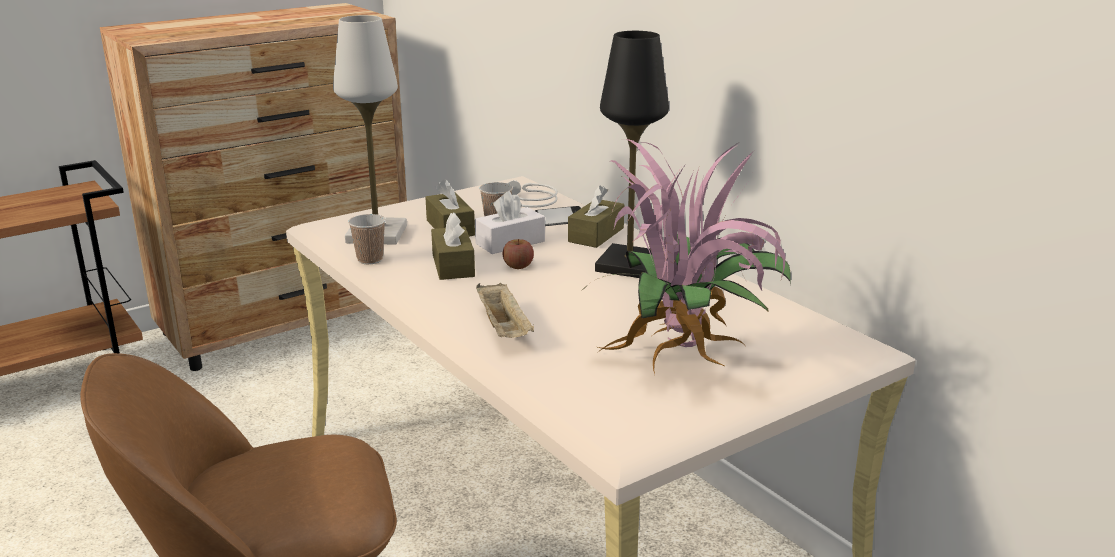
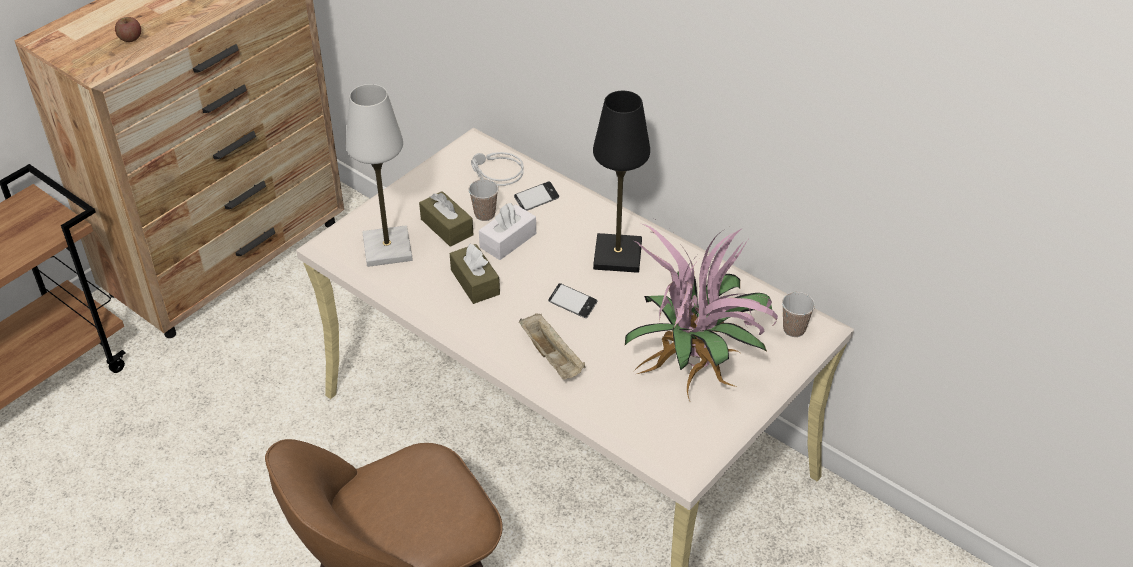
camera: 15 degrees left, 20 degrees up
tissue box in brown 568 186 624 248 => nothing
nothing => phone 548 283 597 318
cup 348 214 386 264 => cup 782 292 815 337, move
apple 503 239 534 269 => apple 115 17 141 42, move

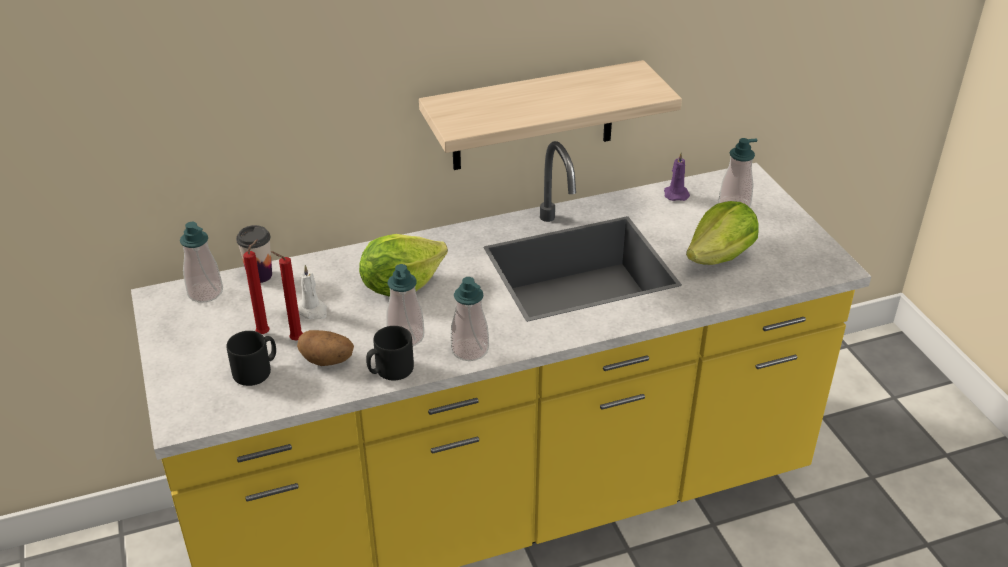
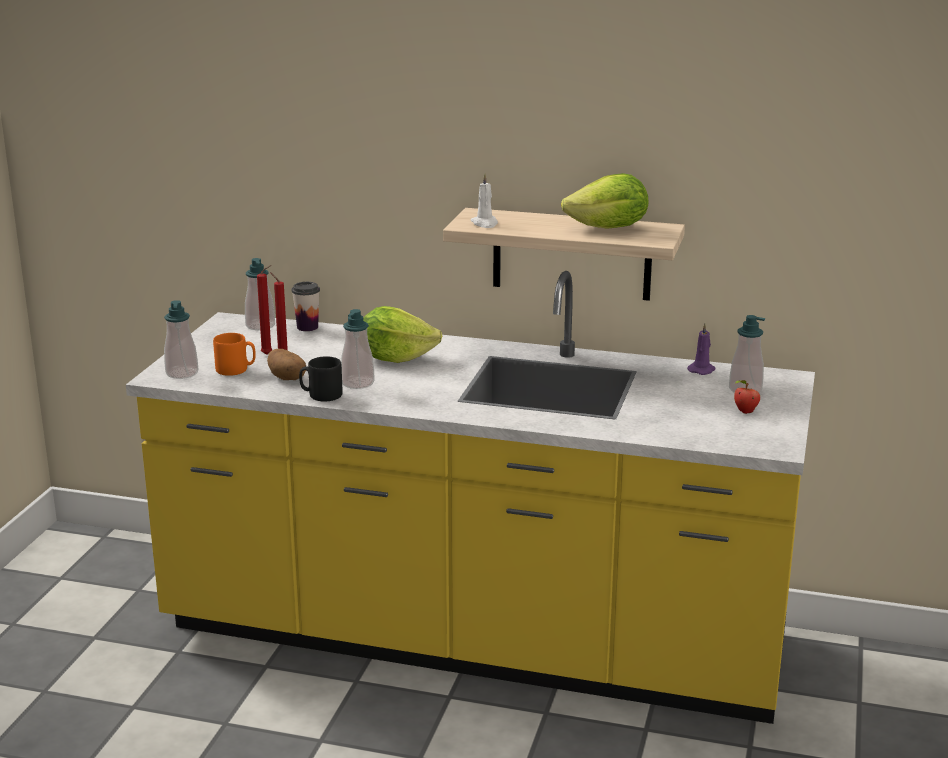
camera: 35 degrees right, 15 degrees down
nothing => apple 734 380 760 414
candle in white 297 265 327 319 => candle in white 470 173 498 228, move
soap dispenser 451 277 489 361 => soap dispenser 164 300 198 379, move
lettuce 686 201 759 265 => lettuce 561 173 648 229, move
mug in black 226 331 276 386 => mug in orange 213 333 256 376

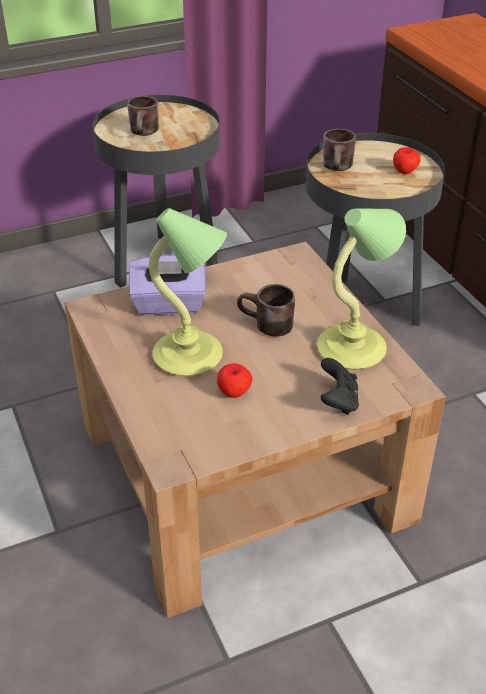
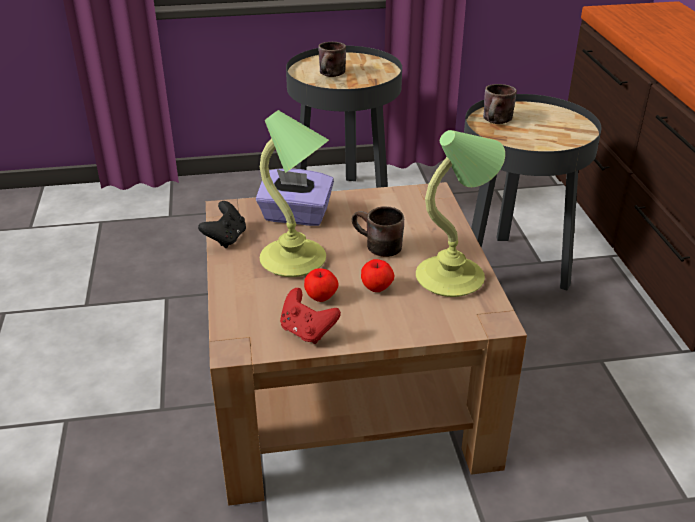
camera: 15 degrees right, 5 degrees down
nothing => game controller in red 280 288 341 344
game controller in black 321 358 359 415 => game controller in black 198 201 246 248, move
apple 393 147 421 174 => apple 361 259 394 292, move

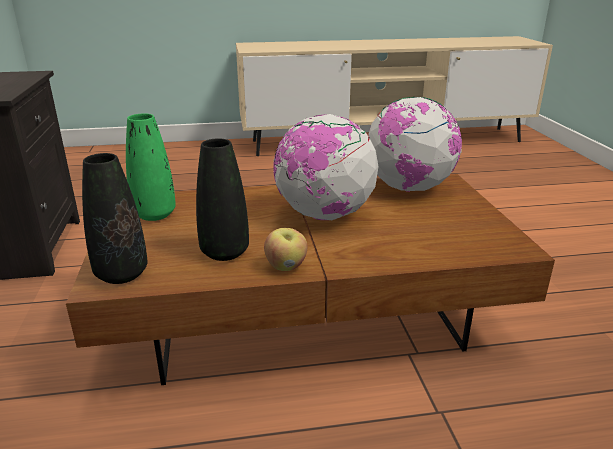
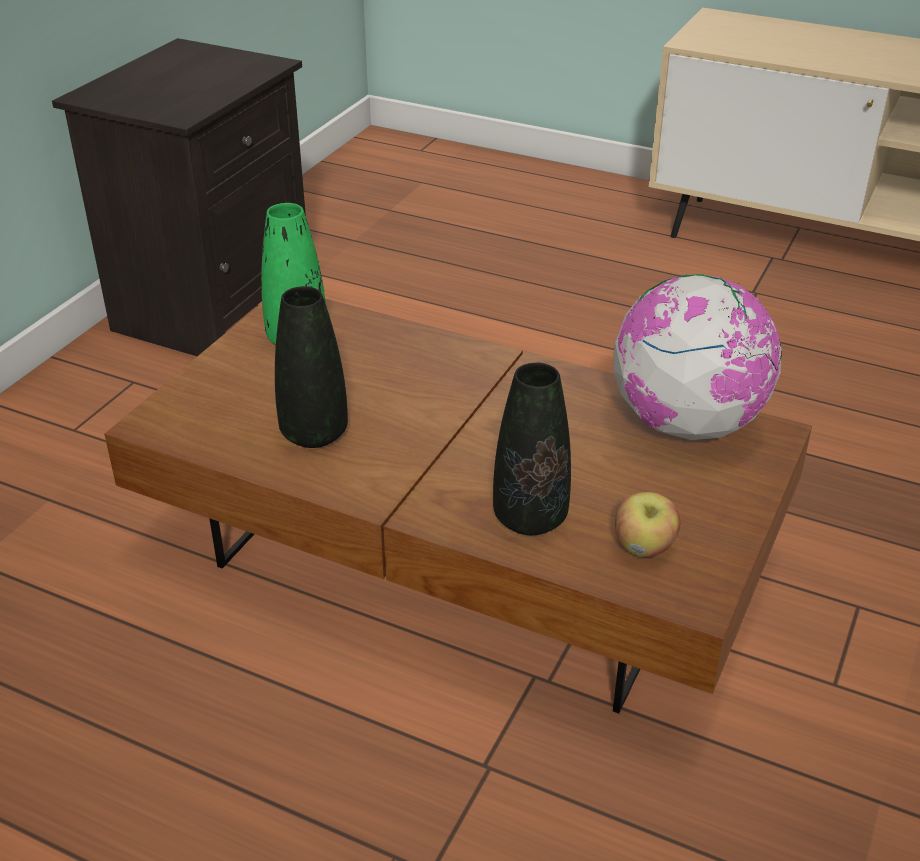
camera: 35 degrees right, 10 degrees up
globe 273 114 379 220 => nothing
vase in black 82 153 148 284 => vase in black 493 363 571 535, move
apple 264 228 307 271 => apple 615 492 680 558, move

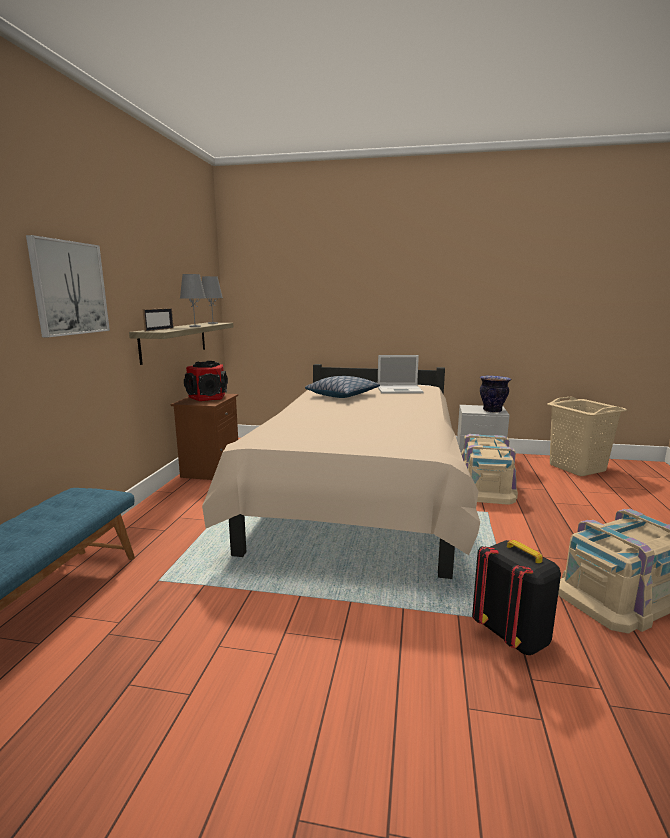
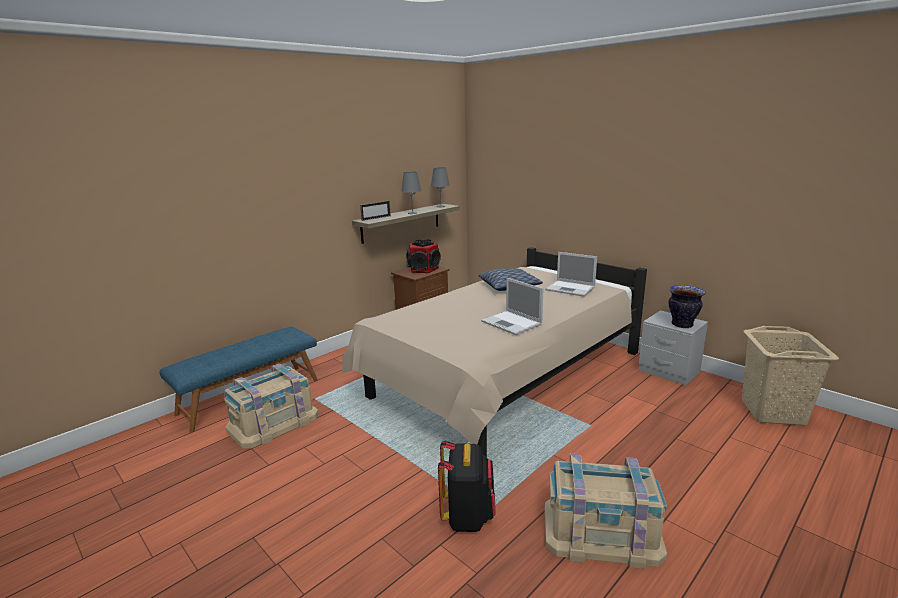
camera: 35 degrees right, 5 degrees up
picture 26 235 110 337 => nothing
nothing => laptop 481 278 543 335
storage box in beige 461 434 518 505 => storage box in beige 224 364 318 448, move

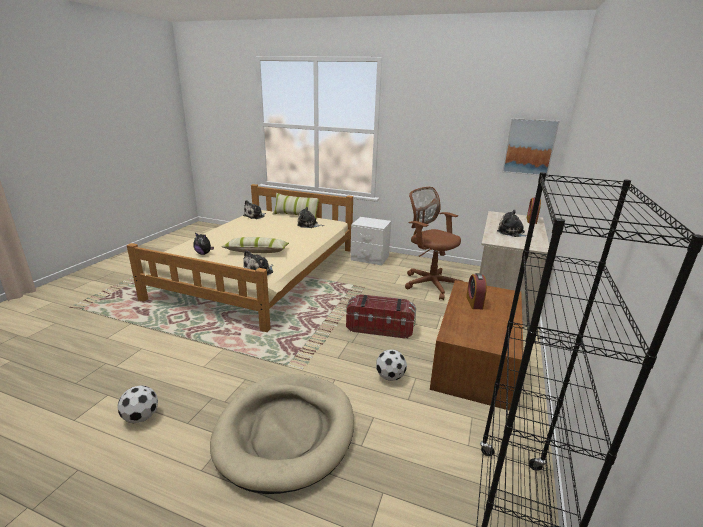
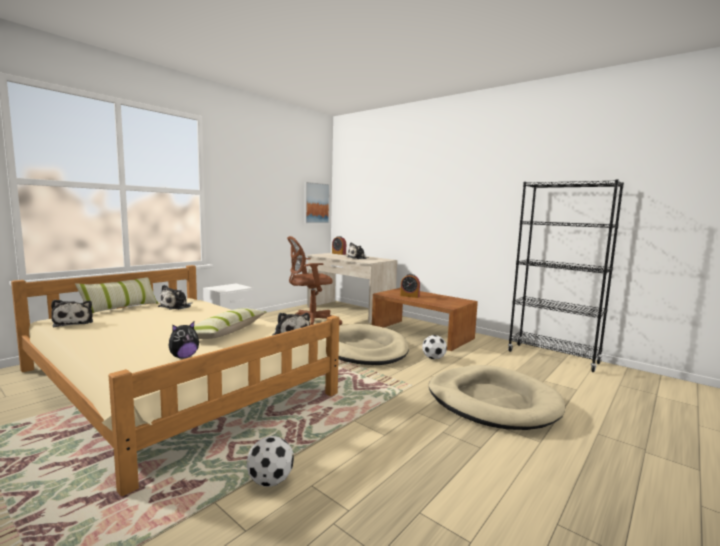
camera: 70 degrees left, 15 degrees down
football 117 385 158 423 => football 247 436 294 487, move
storage box 346 294 416 339 => dog bed in beige 322 324 409 365

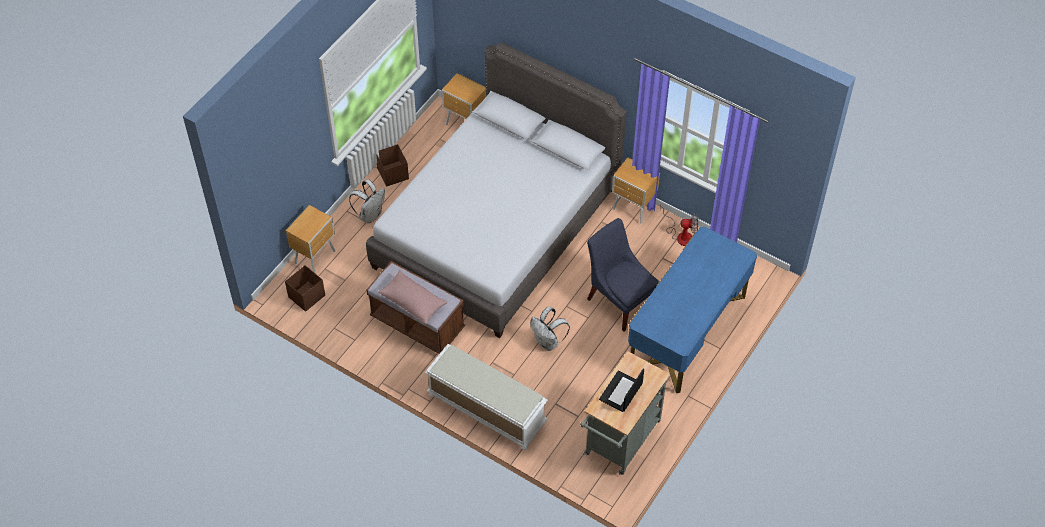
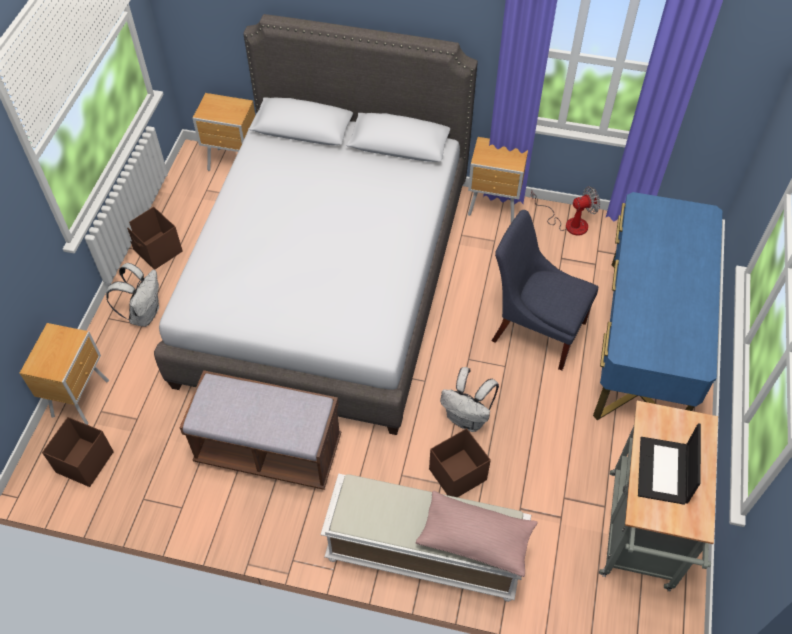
camera: 20 degrees left, 0 degrees up
nothing => storage box in brown 429 428 491 497
pillow in pink 378 270 447 325 => pillow in pink 416 491 538 577, move

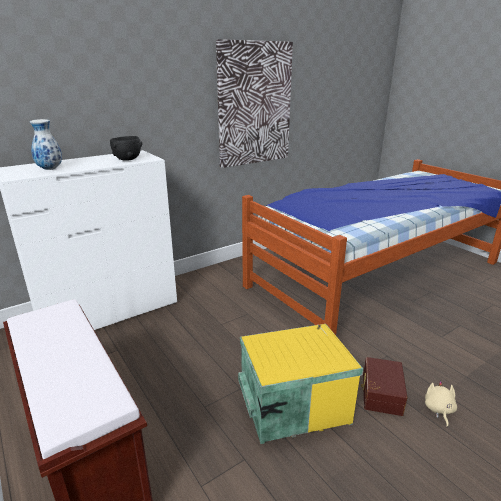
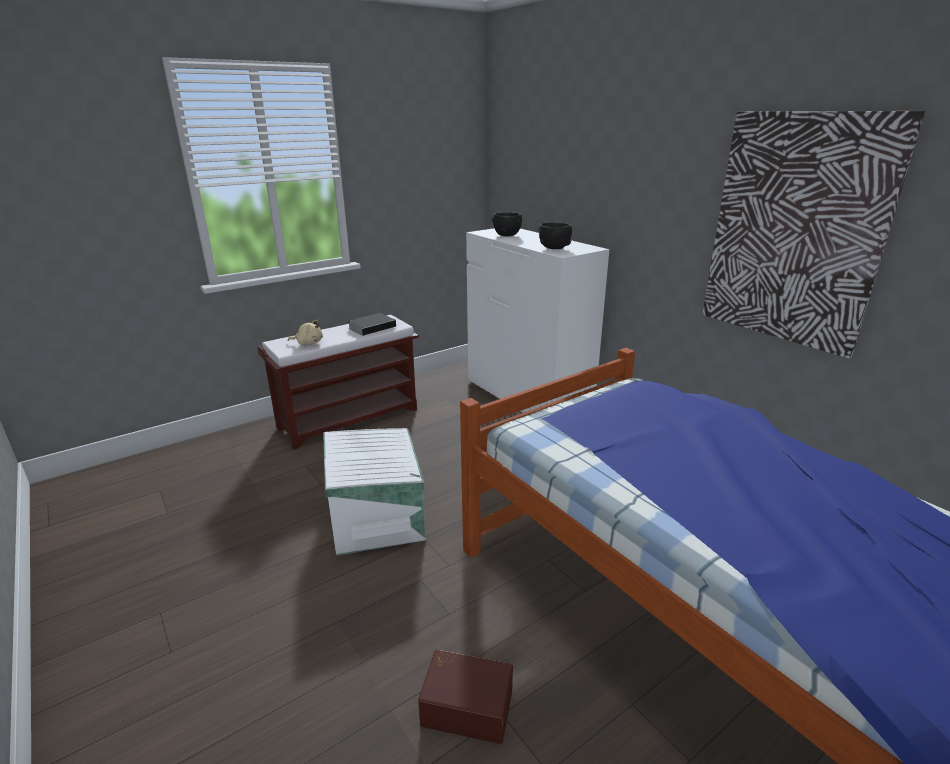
camera: 90 degrees right, 0 degrees up
nothing => book 348 313 398 336
storage box in brown 361 357 407 416 => storage box in brown 418 649 513 744, move
plush toy in beige 425 381 457 428 => plush toy in beige 288 320 323 345, move
vase 30 119 62 170 => bowl in black 492 213 522 236
storage box in yellow 238 324 363 444 => storage box in white 323 428 426 556

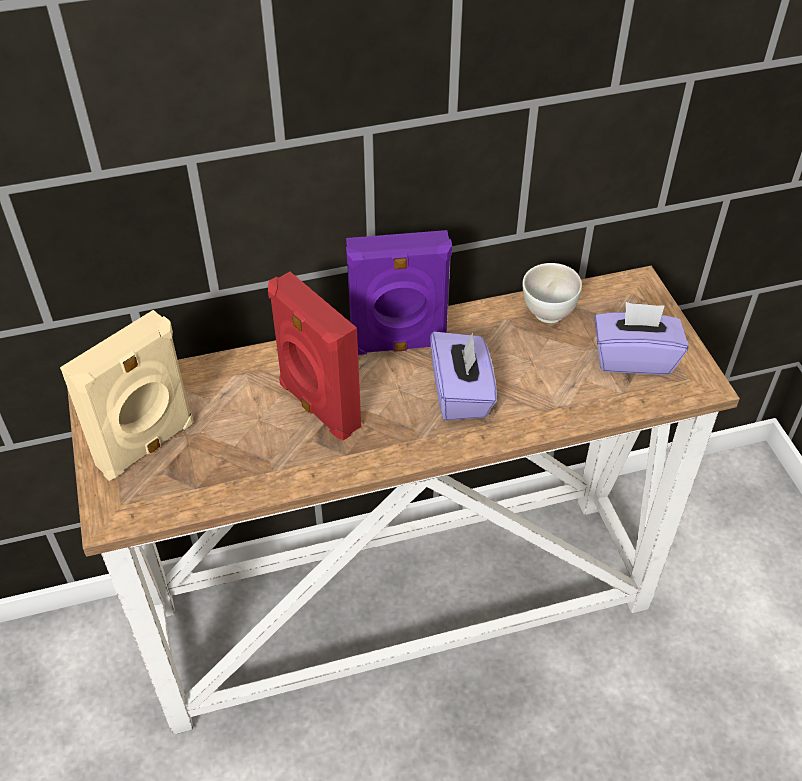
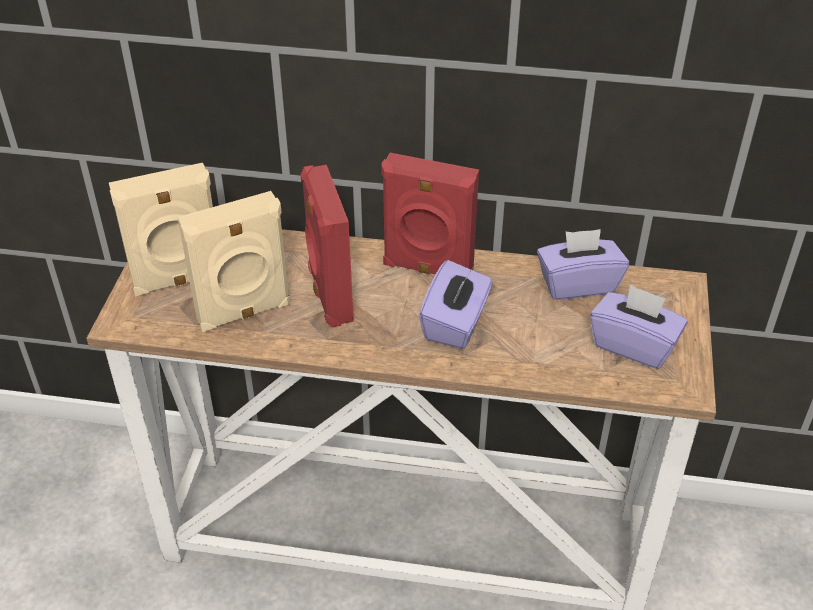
camera: 25 degrees right, 5 degrees down
nothing => speaker in beige 177 191 291 332
bowl in white 522 263 582 323 => tissue box in purple 537 229 629 300
speaker in purple 346 230 452 355 => speaker in red 381 153 479 274

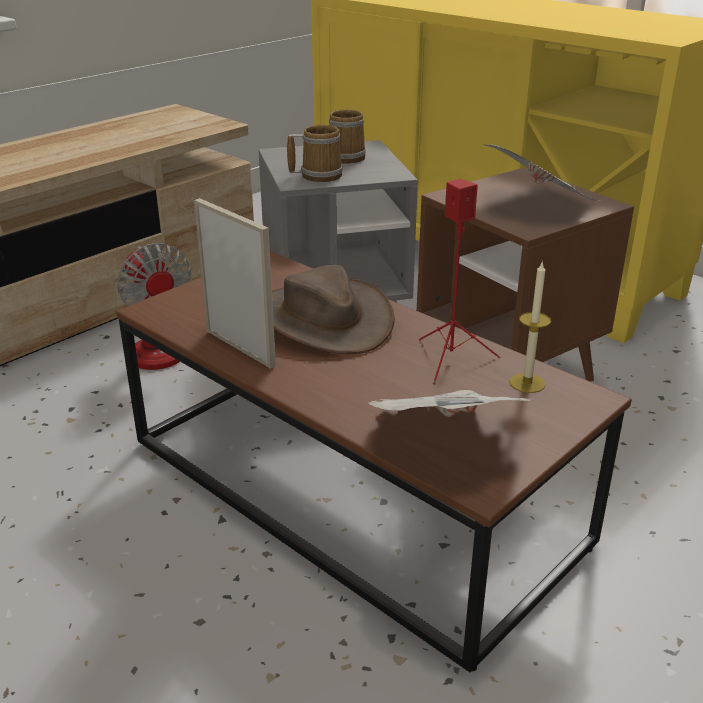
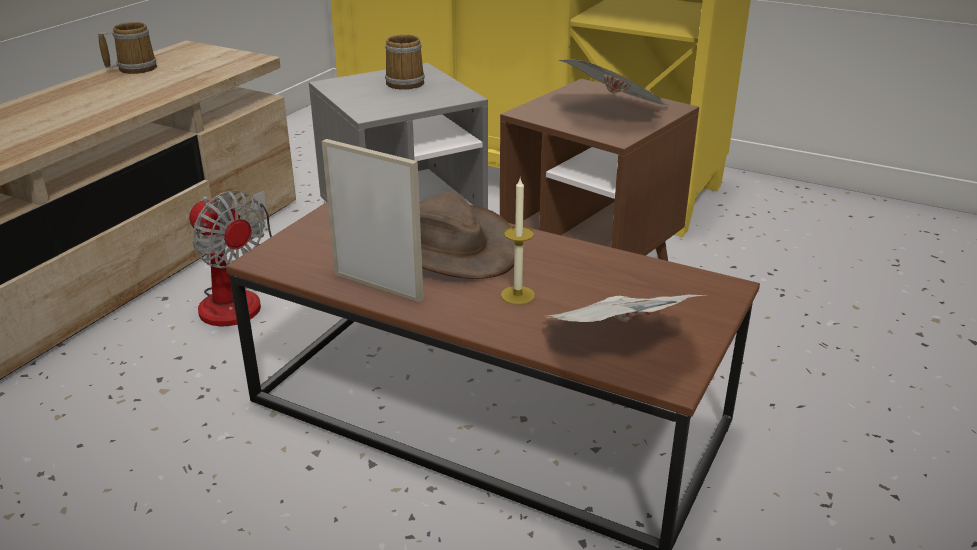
camera: 15 degrees left, 0 degrees up
speaker in red 419 179 500 385 => nothing
mug 287 125 343 182 => mug 98 22 157 74, move
candle 509 261 551 393 => candle 501 178 535 305, move

